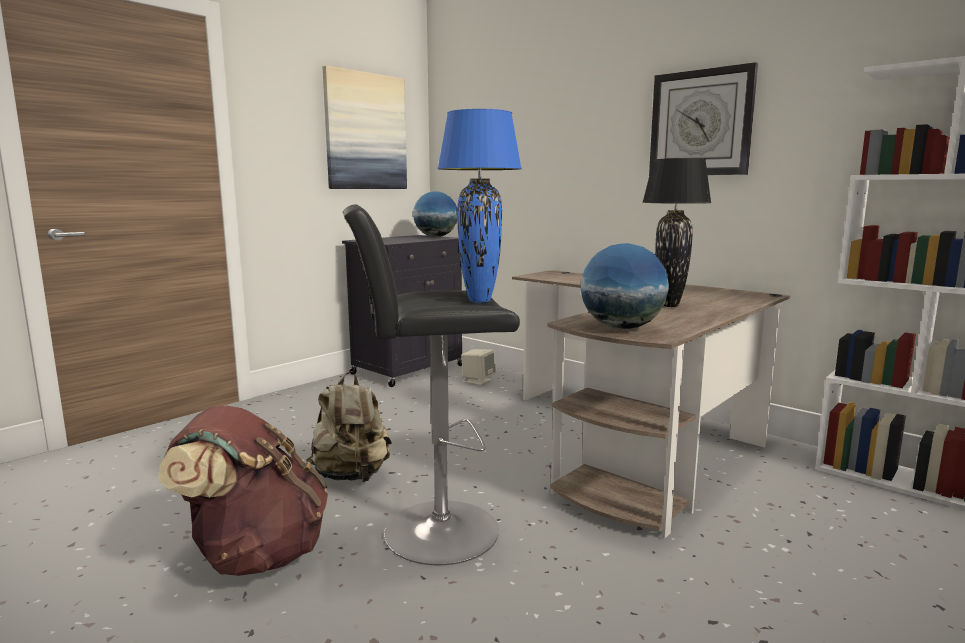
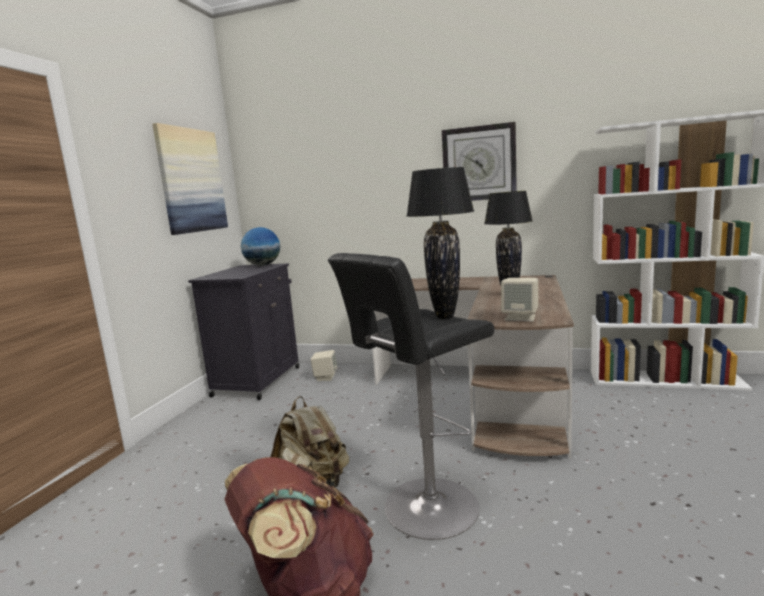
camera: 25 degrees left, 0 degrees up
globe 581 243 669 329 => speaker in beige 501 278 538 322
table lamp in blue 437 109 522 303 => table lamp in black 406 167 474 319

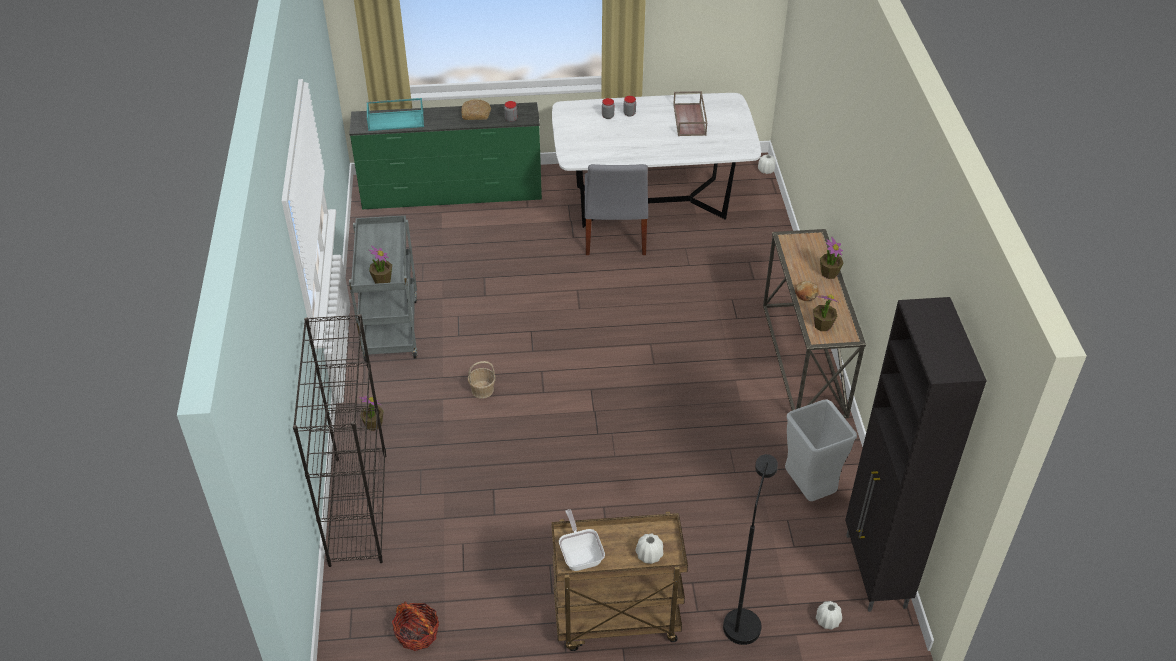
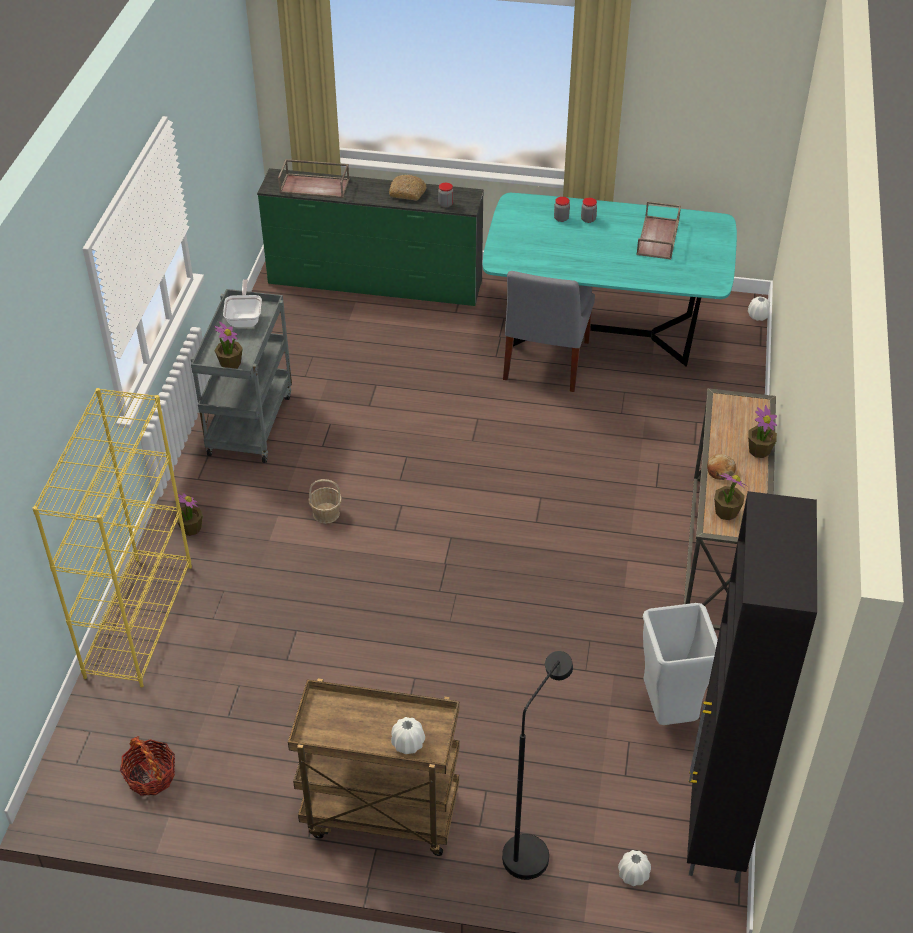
camera: 15 degrees right, 0 degrees up
frying pan 559 509 605 571 => frying pan 223 279 262 327, move
bookcase in black 293 314 386 567 => bookcase in yellow 32 388 192 687
tray in turquoise 367 98 424 131 => tray in brown 278 159 350 198
dining table in white 552 93 761 228 => dining table in turquoise 483 193 737 367

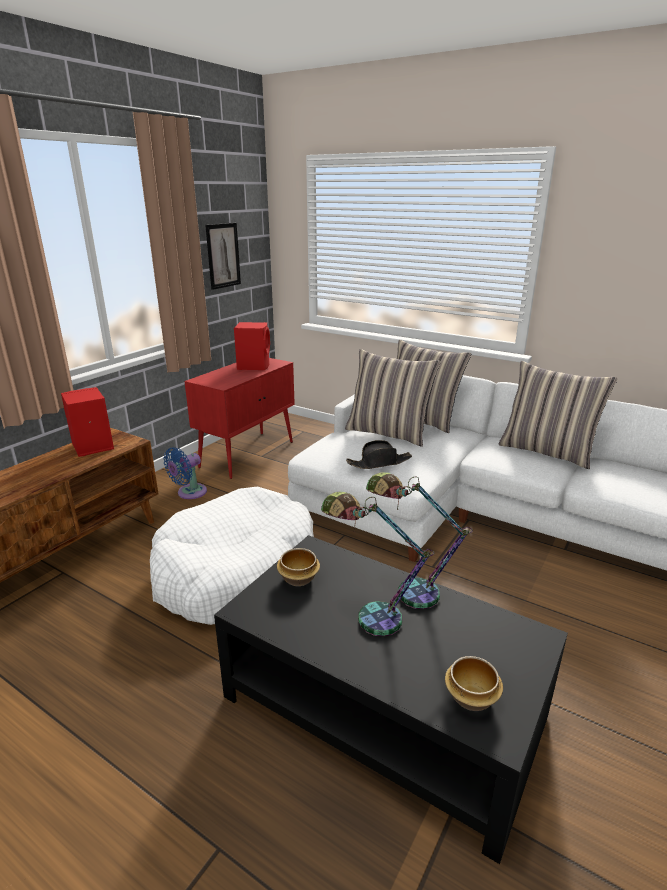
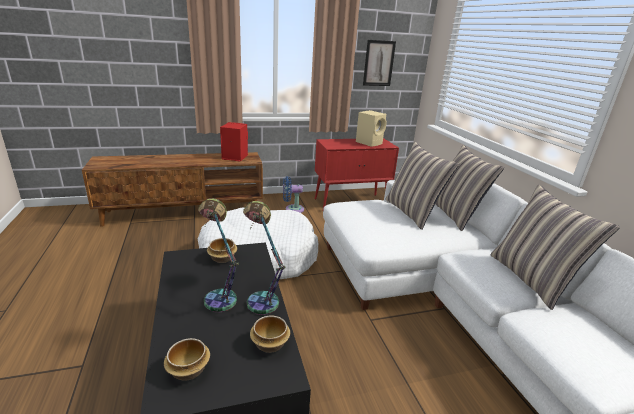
camera: 40 degrees right, 0 degrees up
hat in black 346 440 412 469 => nothing
nothing => bowl 250 316 290 353
speaker in red 234 322 270 370 => speaker in beige 356 110 387 147

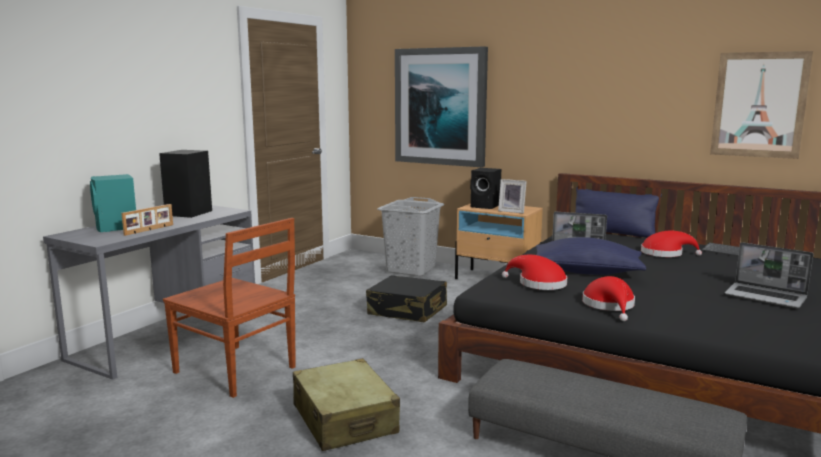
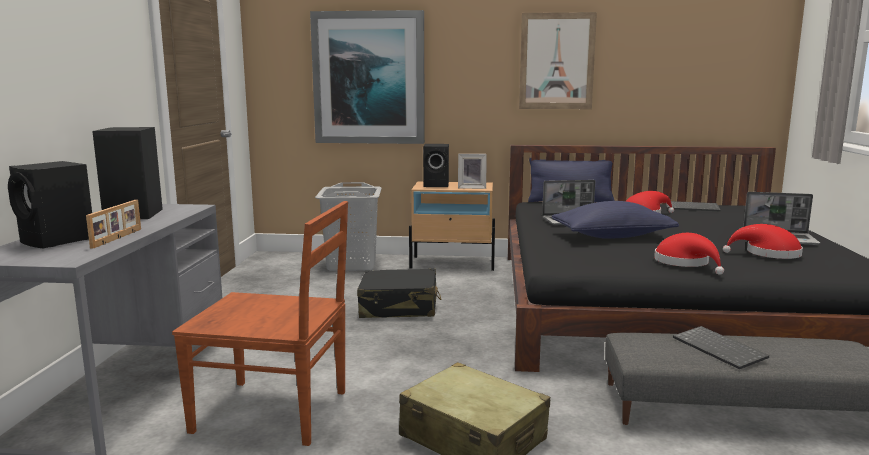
camera: 25 degrees left, 0 degrees up
nothing => keyboard 673 326 769 369
hat in red 502 255 567 290 => hat in red 723 224 803 259, move
picture 710 51 813 159 => picture 519 12 597 109, move
speaker in turquoise 90 174 136 232 => speaker in black 8 161 92 248

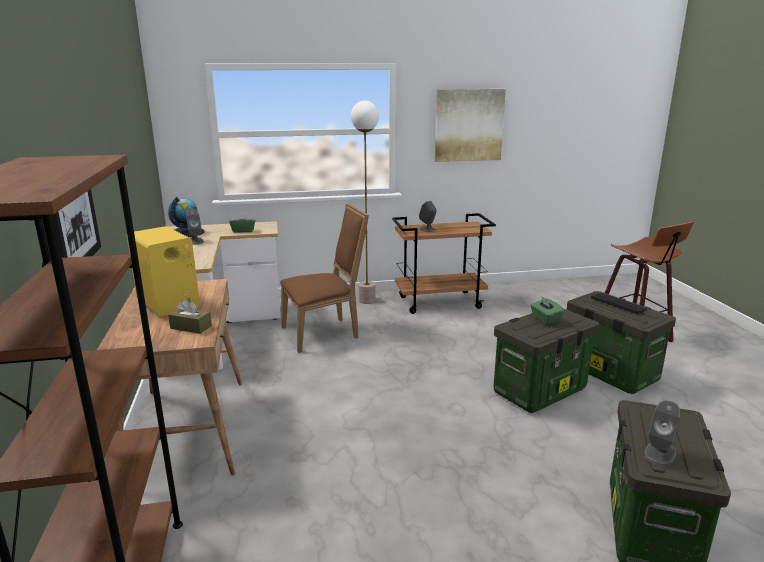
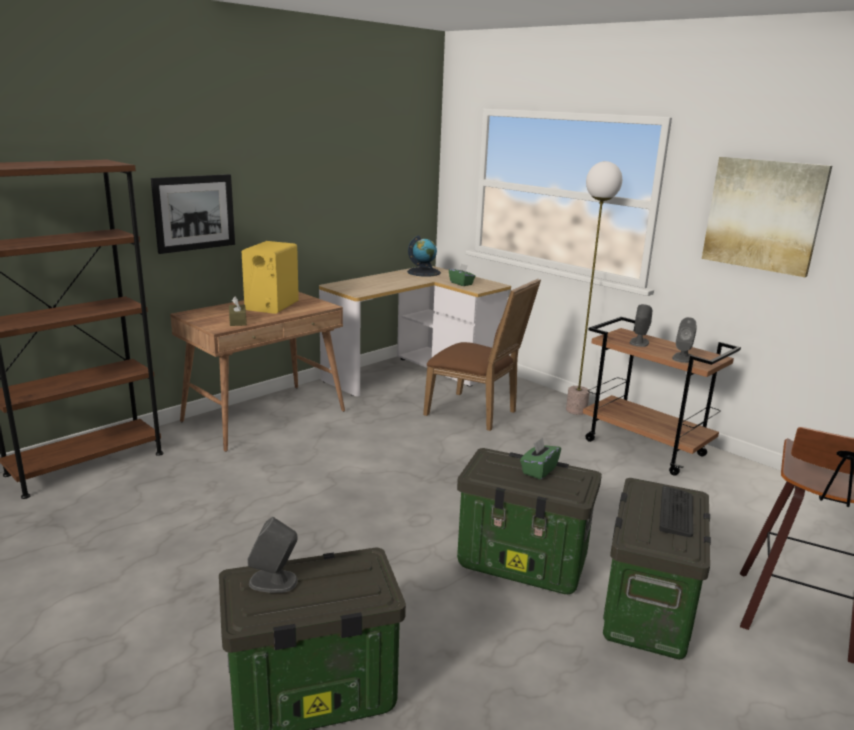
camera: 55 degrees right, 0 degrees up
speaker in grey 186 209 204 245 => speaker in grey 672 317 696 363, move

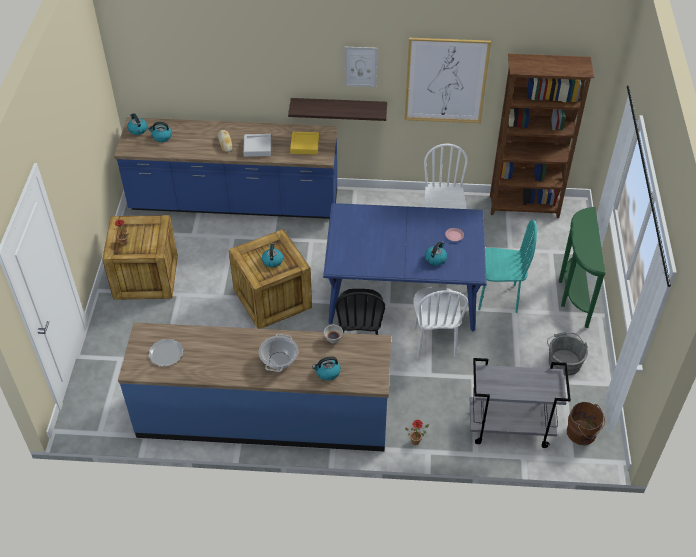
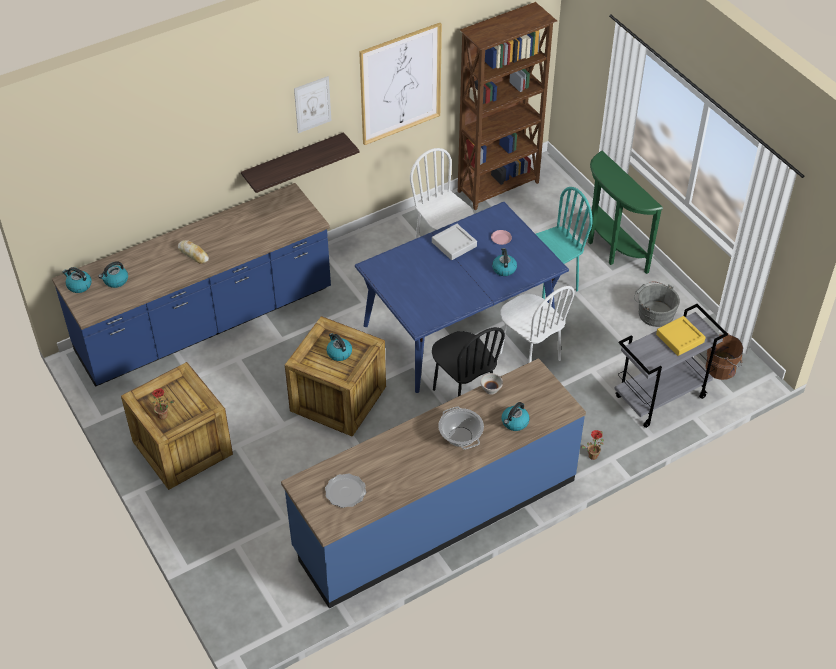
camera: 35 degrees left, 0 degrees up
tray in grey 243 134 271 157 => tray in grey 432 224 477 260, move
tray in yellow 290 132 319 155 => tray in yellow 656 316 706 356, move

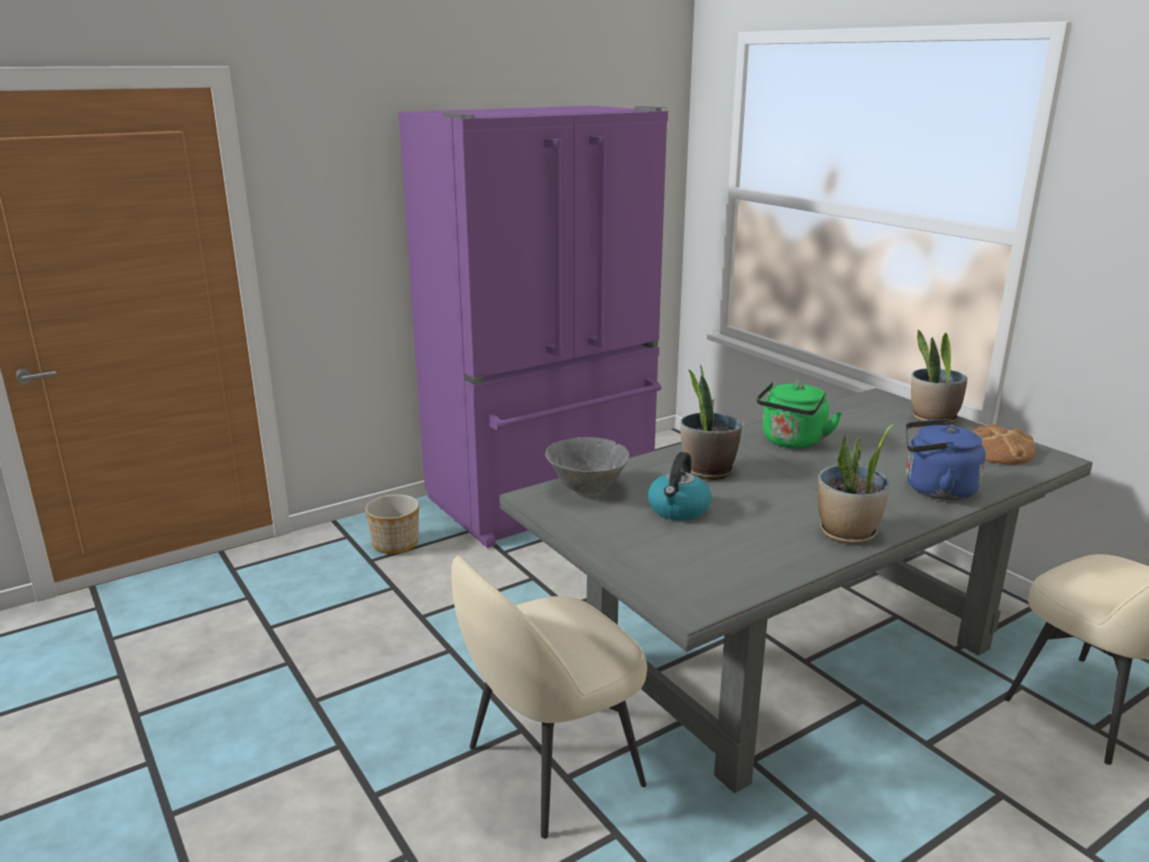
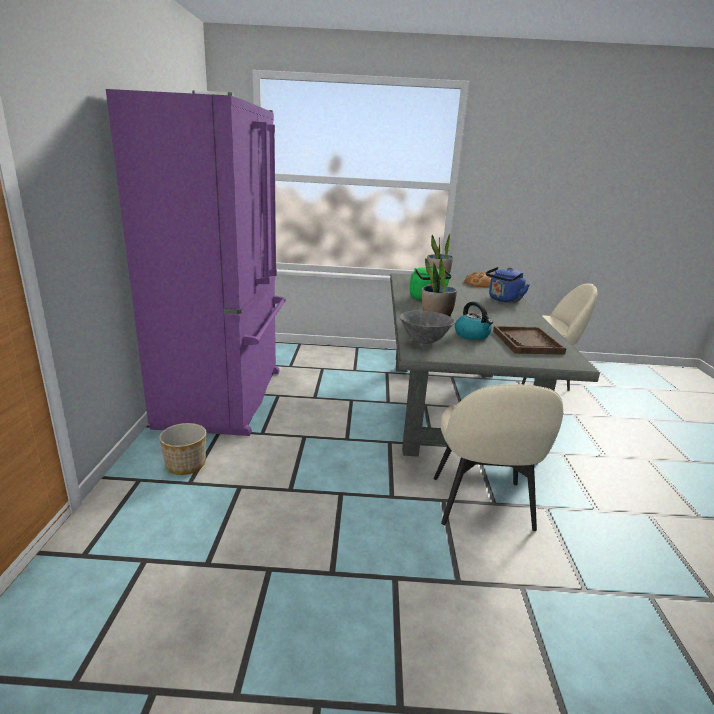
camera: 55 degrees left, 0 degrees up
potted plant 818 424 894 544 => nothing
nothing => tray in brown 493 326 567 355

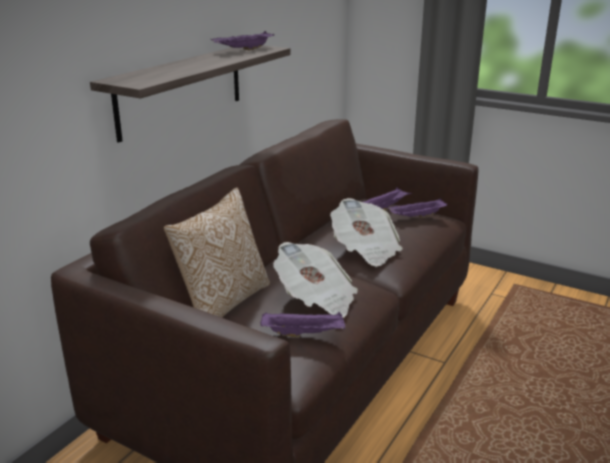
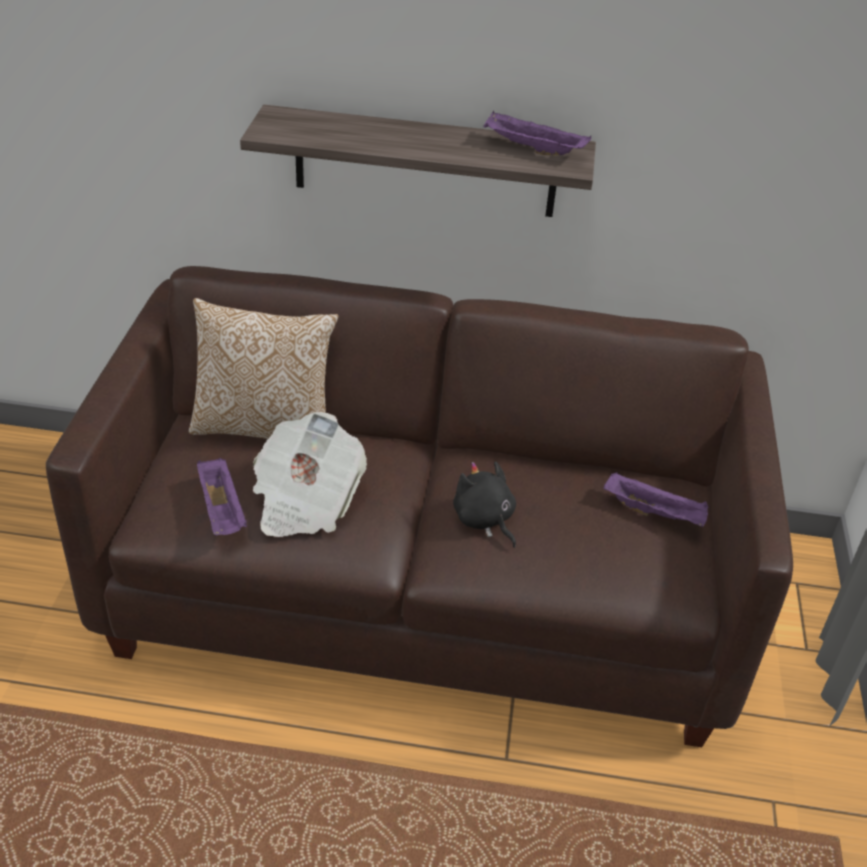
camera: 65 degrees right, 15 degrees up
tray in purple 388 198 447 218 => nothing
newspaper 330 198 403 267 => plush toy in black 453 461 516 548

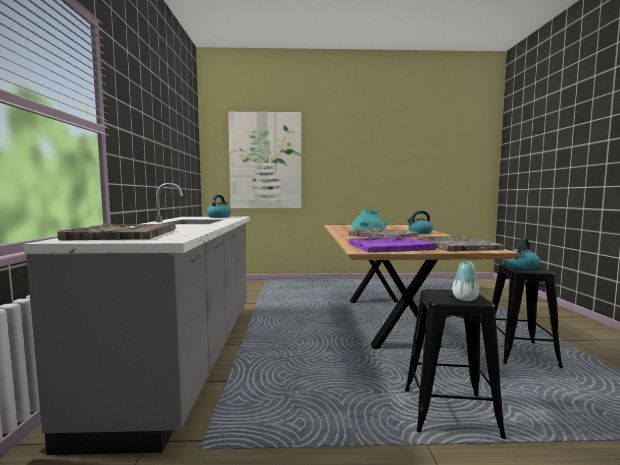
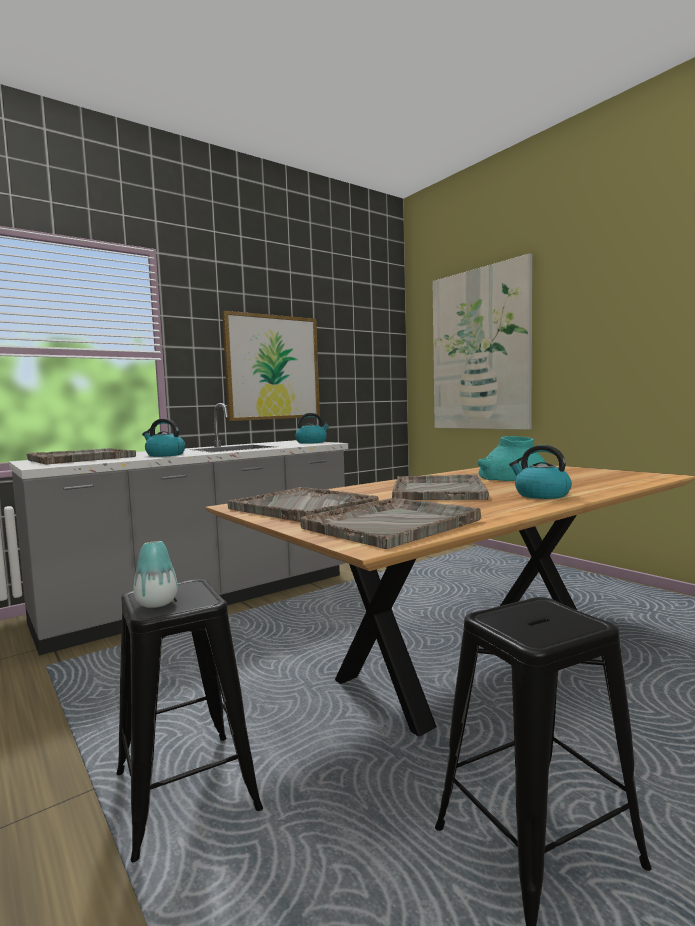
camera: 55 degrees right, 0 degrees up
nothing => picture 222 311 320 421
kettle 504 238 540 269 => kettle 142 419 185 457, move
tray in purple 349 237 436 252 => tray in grey 227 487 379 522

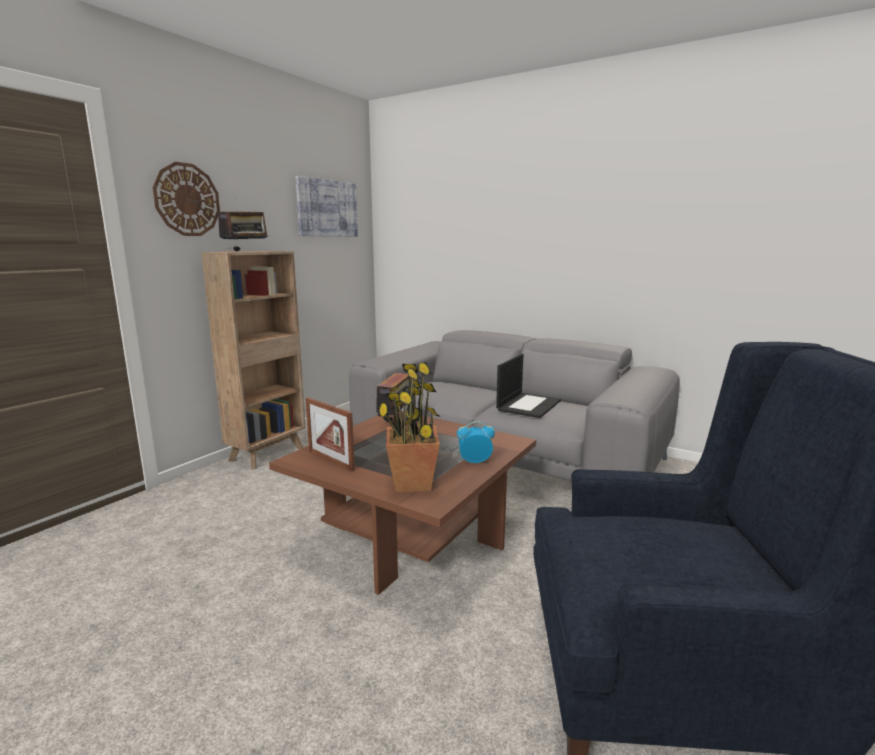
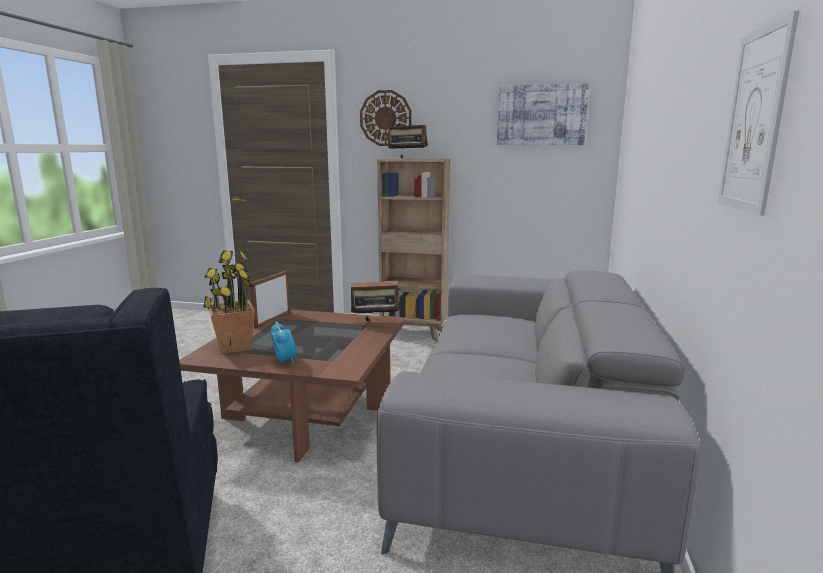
camera: 70 degrees right, 0 degrees up
laptop 496 354 561 418 => nothing
nothing => picture 718 11 799 216

